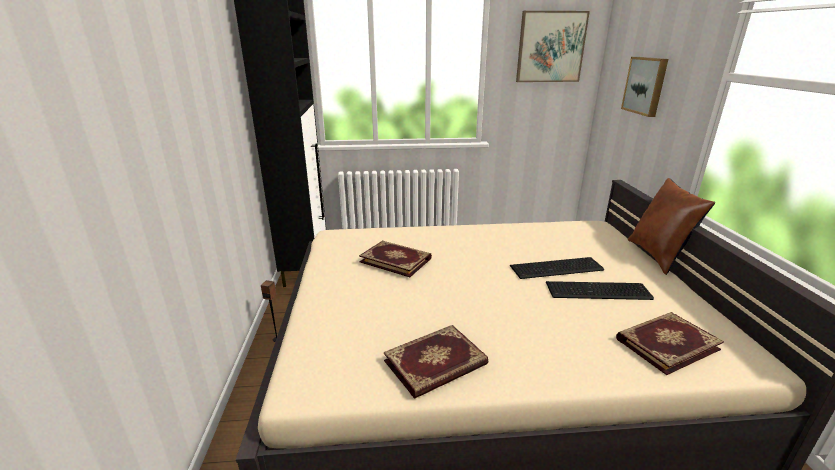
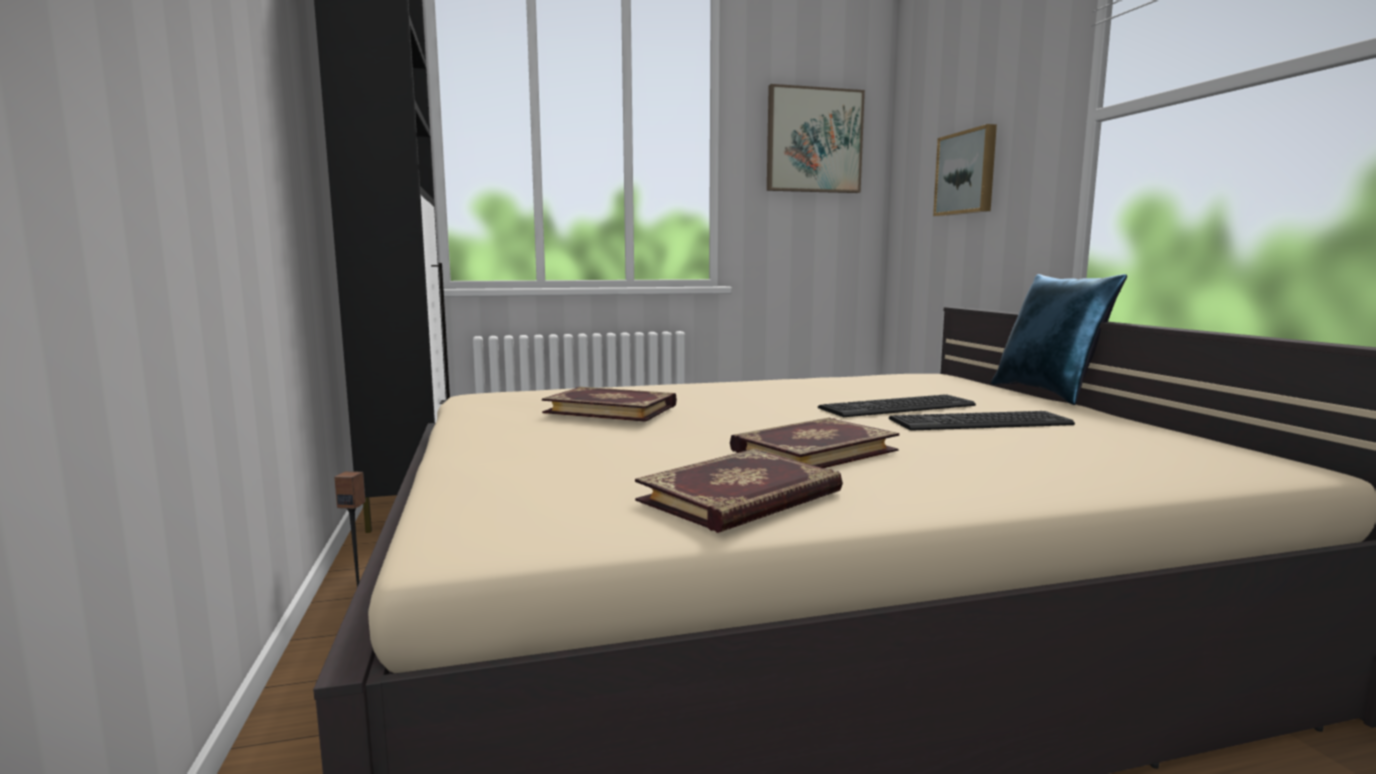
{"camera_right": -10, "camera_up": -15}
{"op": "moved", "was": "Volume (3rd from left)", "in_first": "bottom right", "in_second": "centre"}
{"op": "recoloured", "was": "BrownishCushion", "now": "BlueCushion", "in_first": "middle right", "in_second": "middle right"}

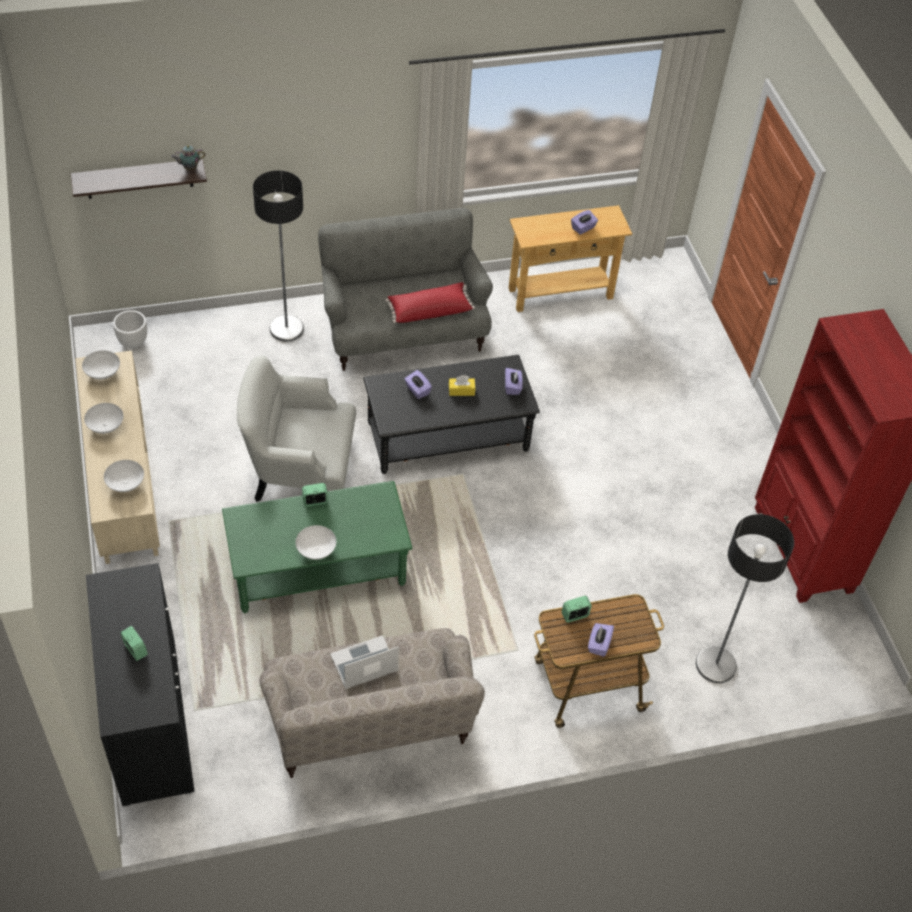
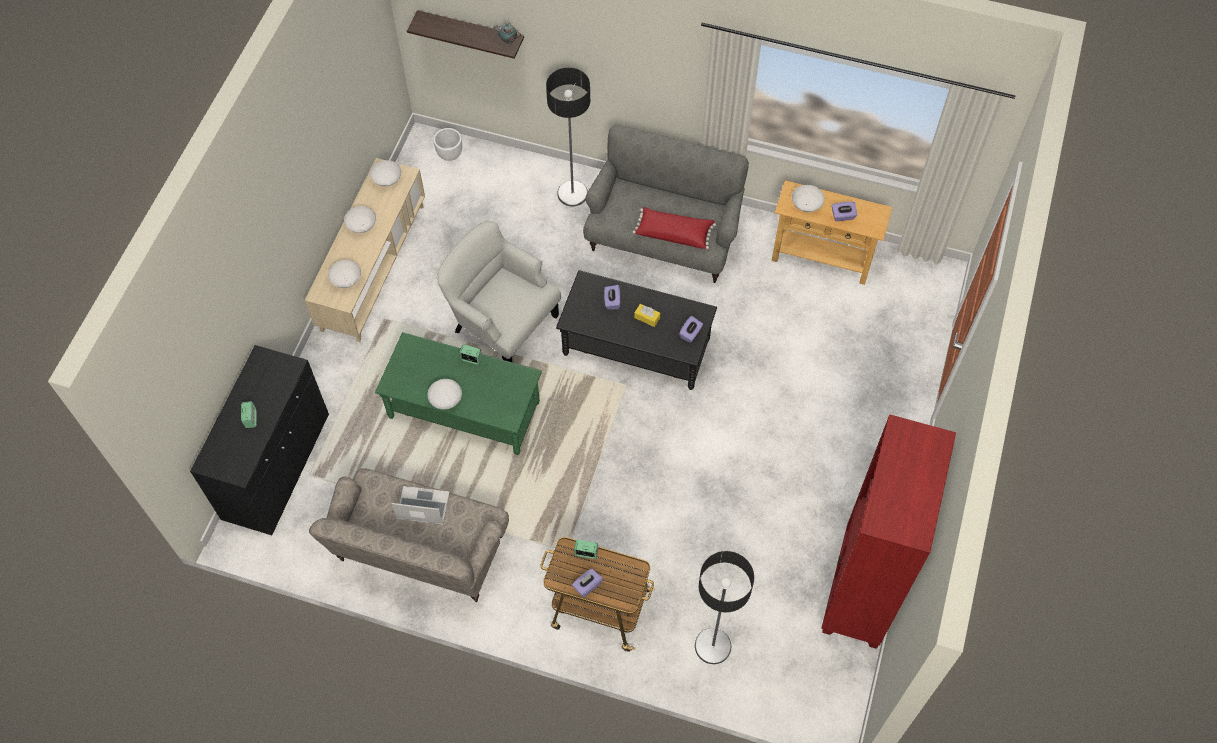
{"camera_right": 35, "camera_up": 10}
{"op": "added", "now": "WhitishBowl (5th from left)", "in_second": "top centre"}

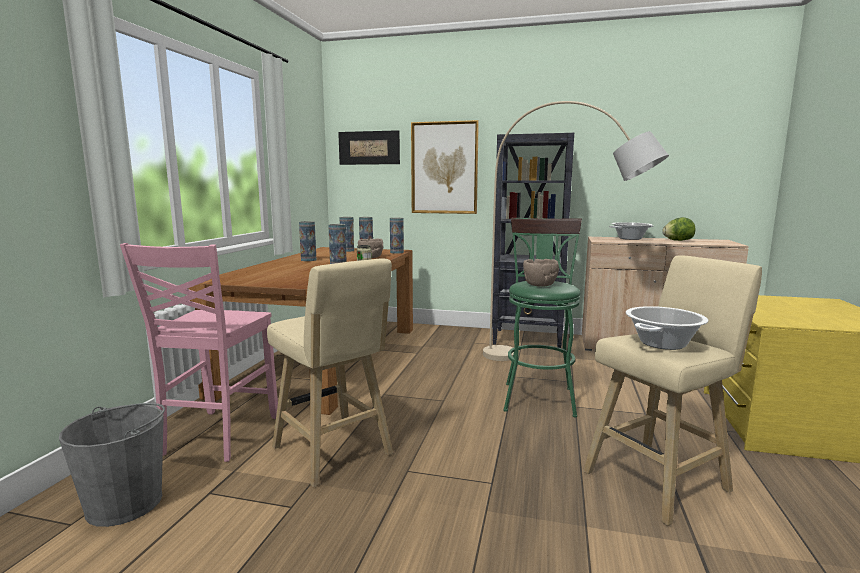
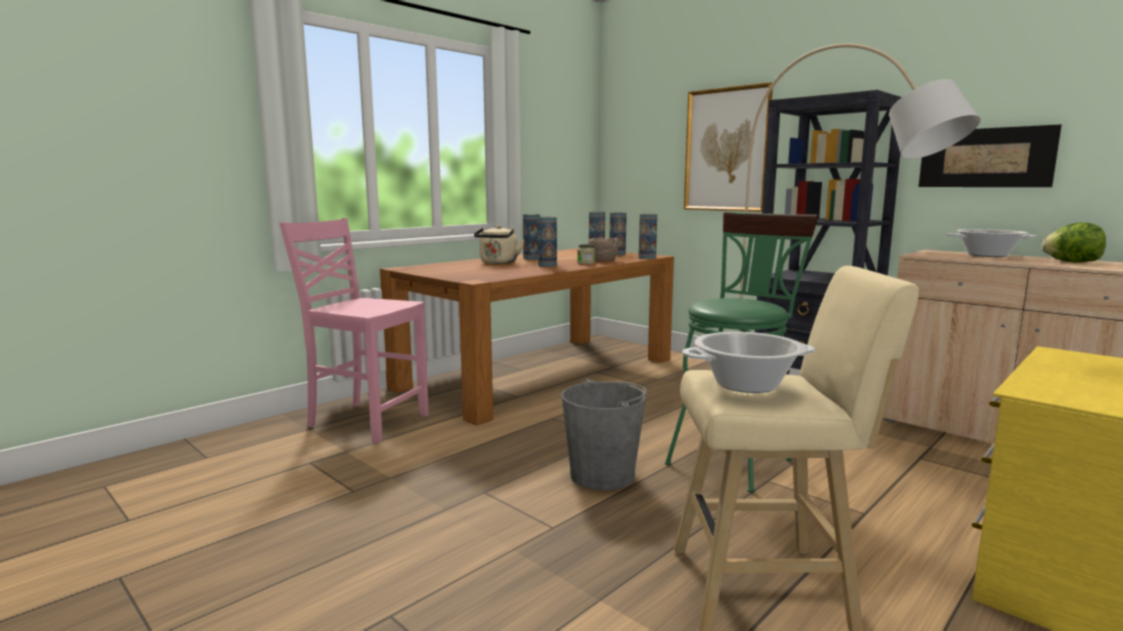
{"camera_right": 30, "camera_up": 0}
{"op": "removed", "was": "BeigeSittingStool (1st from left)", "in_first": "centre"}
{"op": "removed", "was": "BrownishBowl (2nd from left)", "in_first": "centre"}
{"op": "added", "now": "BeigeKettle", "in_second": "centre"}
{"op": "moved", "was": "GrayBucket", "in_first": "bottom left", "in_second": "bottom centre"}
{"op": "moved", "was": "WallPicture (1st from left in the first image)", "now": "WallPicture (2nd from left)", "in_first": "top centre", "in_second": "top right"}
{"op": "turned", "was": "PinkishChair", "in_first": "middle left", "in_second": "middle left", "clockwise": 75}

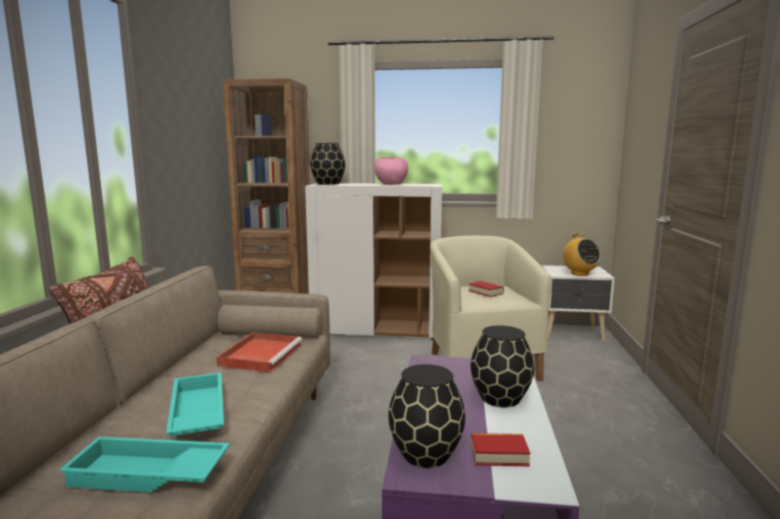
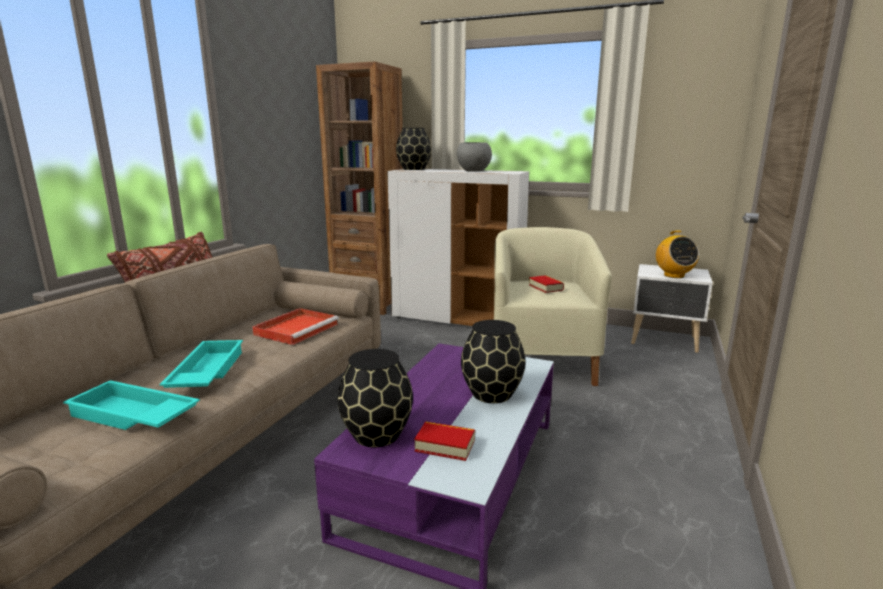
{"camera_right": 15, "camera_up": 5}
{"op": "recoloured", "was": "PinkishBowl", "now": "GrayBowl", "in_first": "top centre", "in_second": "top centre"}

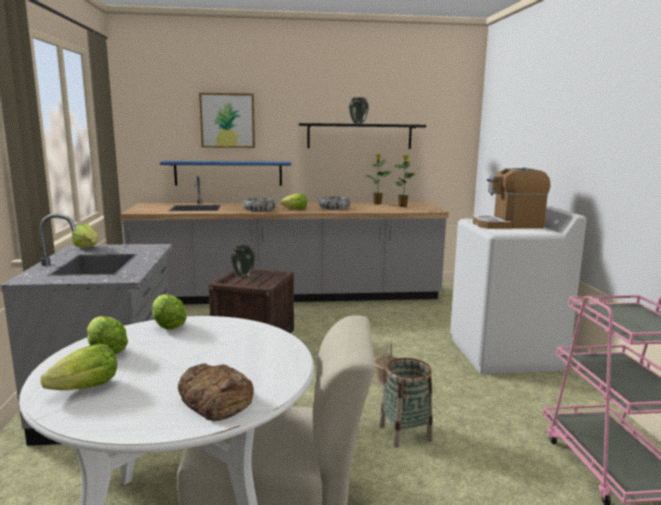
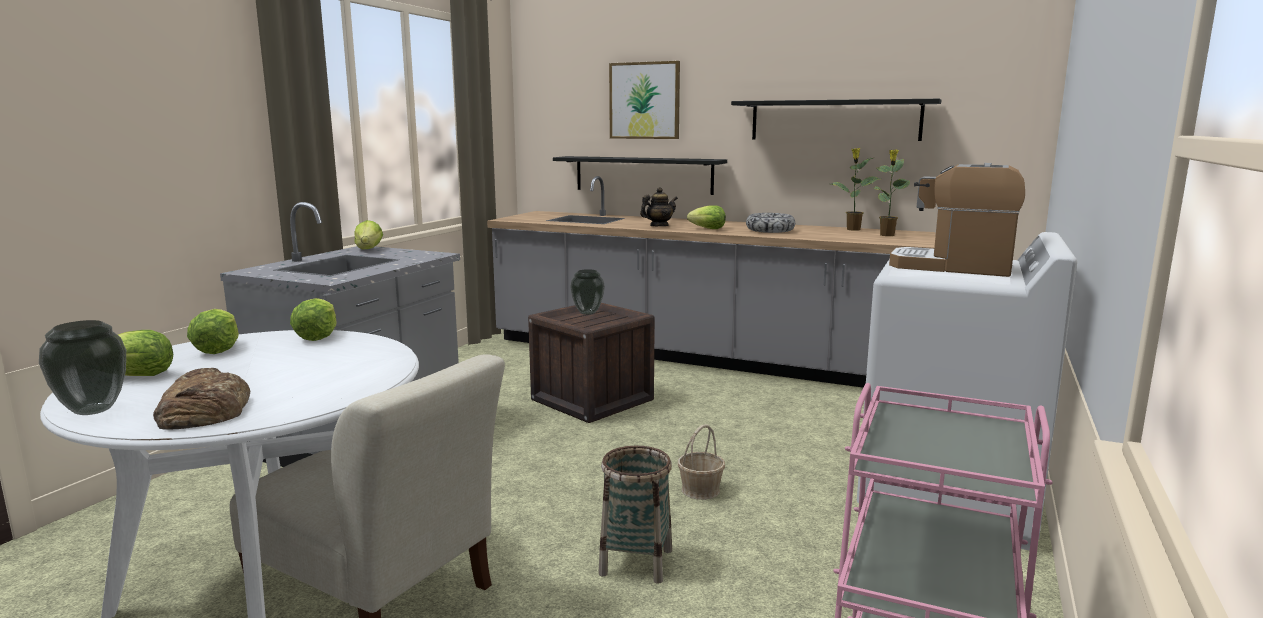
{"camera_right": 30, "camera_up": 0}
{"op": "moved", "was": "FlowerVase (2nd from left in the first image)", "now": "FlowerVase (1st from left)", "in_first": "top centre", "in_second": "middle left"}
{"op": "replaced", "was": "Bowl (1st from left)", "now": "PotForTea", "in_first": "centre", "in_second": "centre"}
{"op": "recoloured", "was": "BlueShelf", "now": "BlackishShelf (1st from left)", "in_first": "centre", "in_second": "top centre"}

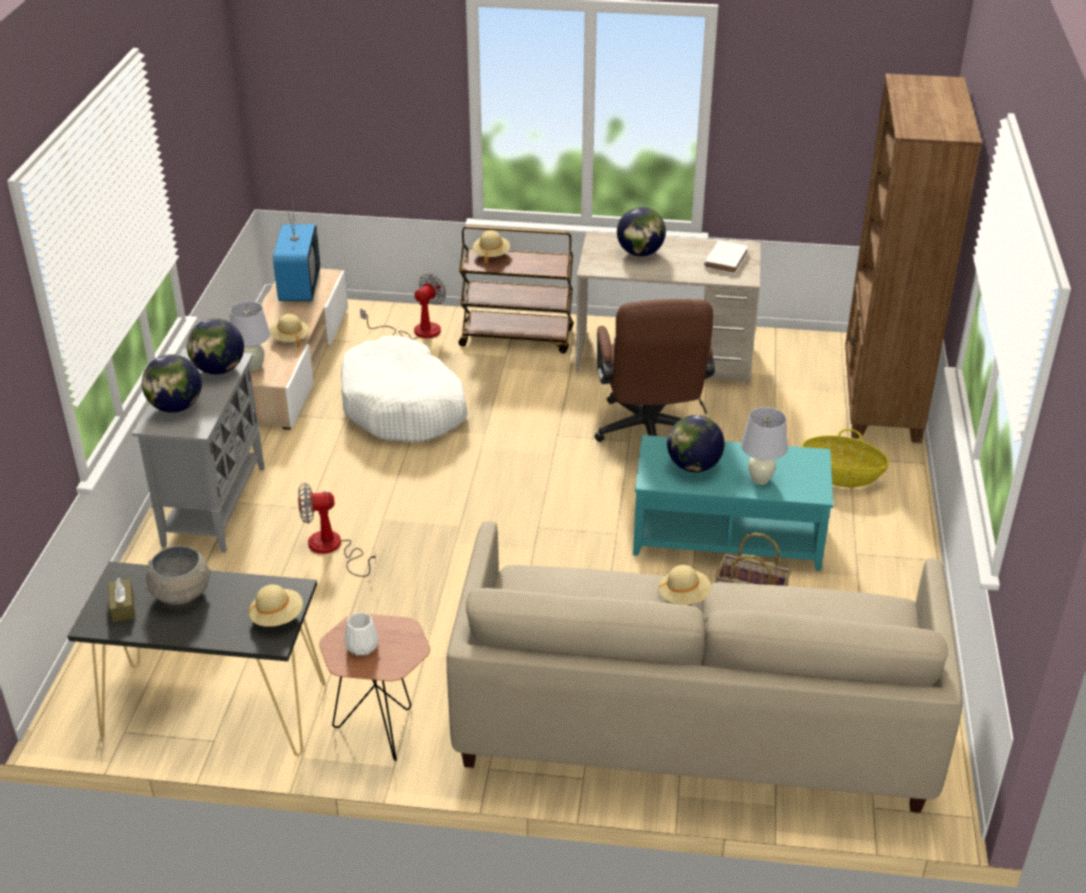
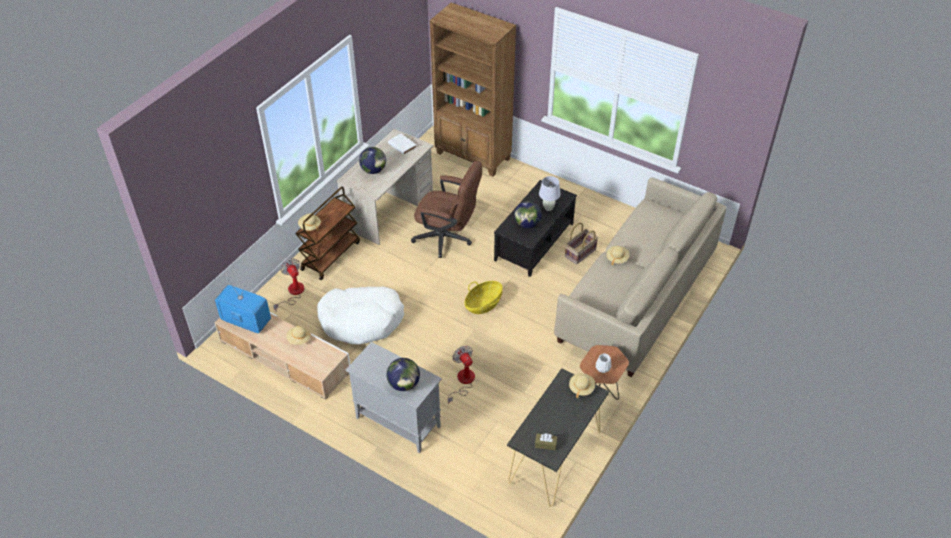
{"camera_right": -65, "camera_up": 10}
{"op": "removed", "was": "GrayBowl", "in_first": "middle left"}
{"op": "removed", "was": "WorldGlobe (2nd from left)", "in_first": "middle left"}
{"op": "removed", "was": "WhitishTableLamp (1st from left)", "in_first": "middle left"}
{"op": "moved", "was": "HouseholdBasket (2nd from left in the first image)", "now": "HouseholdBasket (1st from left)", "in_first": "middle right", "in_second": "centre"}
{"op": "recoloured", "was": "TurquoiseCoffeeTable", "now": "BlackishCoffeeTable", "in_first": "middle right", "in_second": "centre"}
{"op": "turned", "was": "CoolingFan (1st from left in the first image)", "in_first": "middle left", "in_second": "bottom centre", "clockwise": 135}

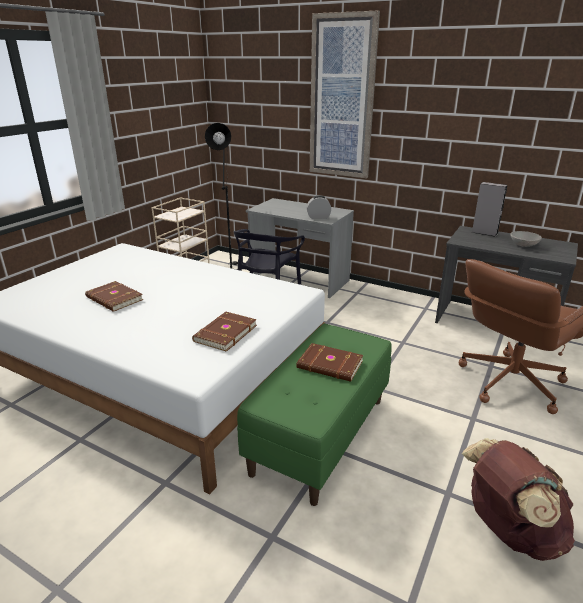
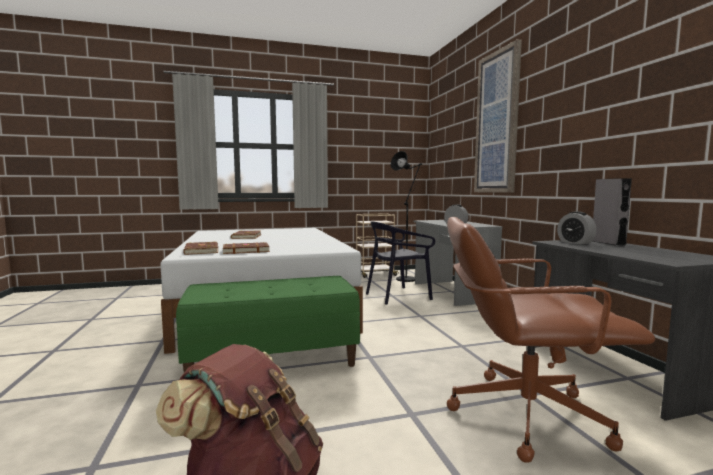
{"camera_right": 45, "camera_up": -20}
{"op": "removed", "was": "GrayBowl", "in_first": "middle right"}
{"op": "added", "now": "TableClock (2nd from left)", "in_second": "middle right"}
{"op": "moved", "was": "BrownishVolume (3rd from left in the first image)", "now": "BrownishVolume (1st from left)", "in_first": "centre", "in_second": "middle left"}

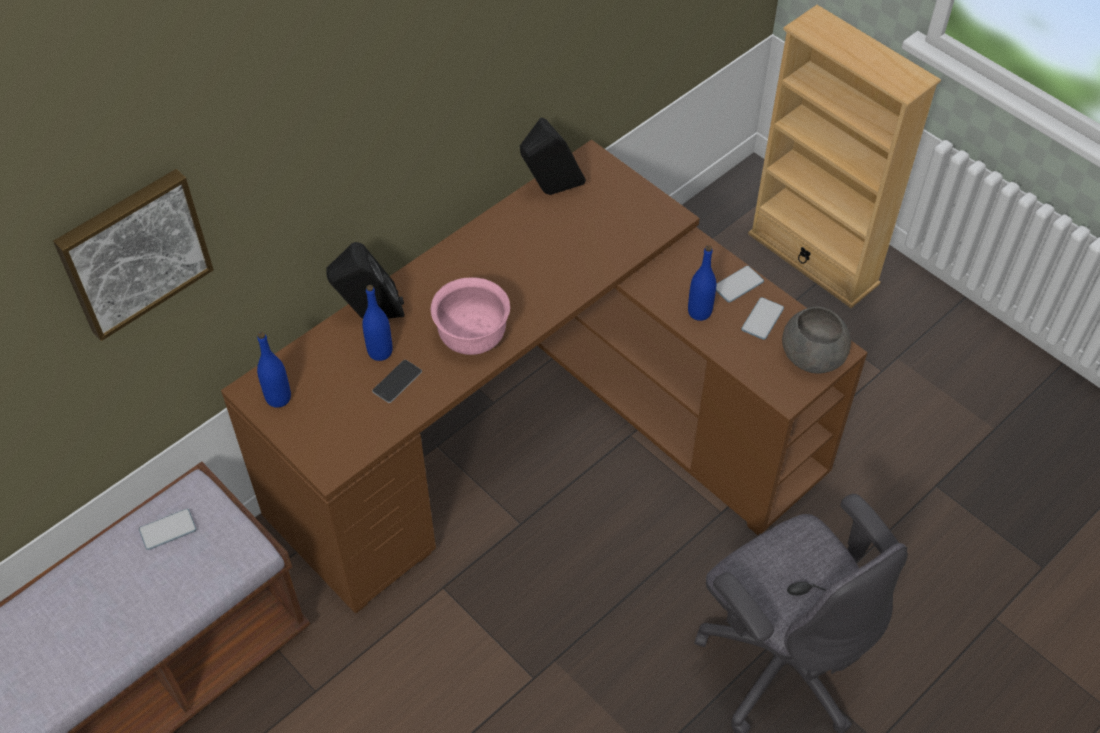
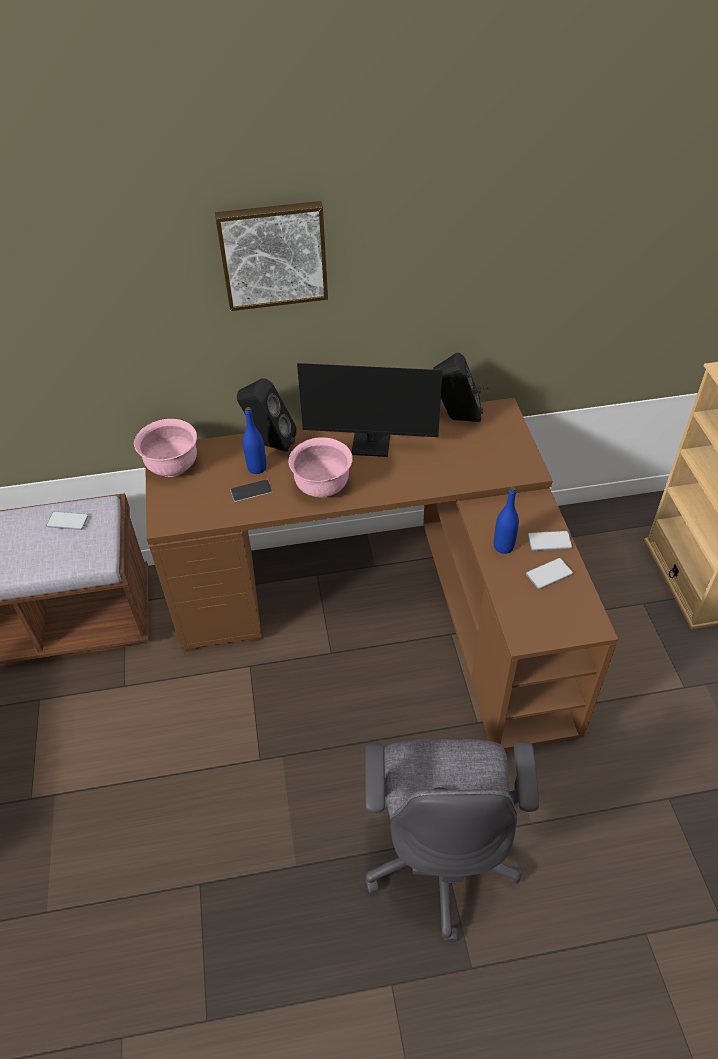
{"camera_right": 35, "camera_up": -5}
{"op": "removed", "was": "GrayBowl", "in_first": "middle right"}
{"op": "added", "now": "Monitor", "in_second": "centre"}
{"op": "moved", "was": "WallPicture", "in_first": "middle left", "in_second": "top centre"}
{"op": "replaced", "was": "BlueBeverageBottle (1st from left)", "now": "PinkishBowl (1st from left)", "in_first": "middle left", "in_second": "middle left"}

